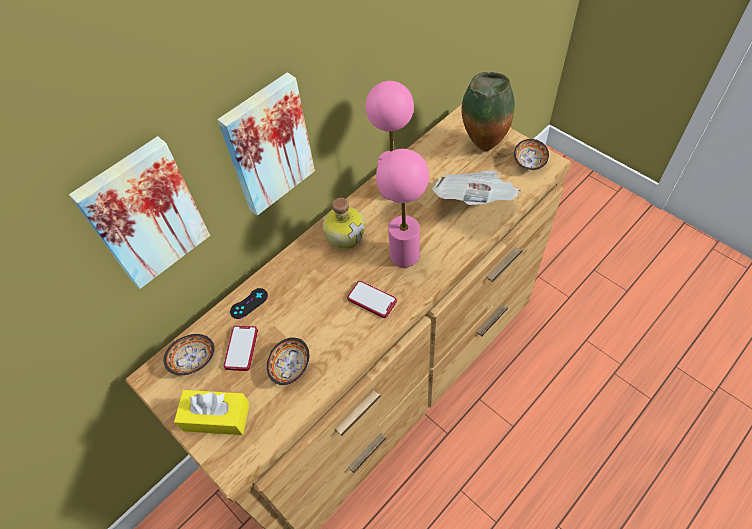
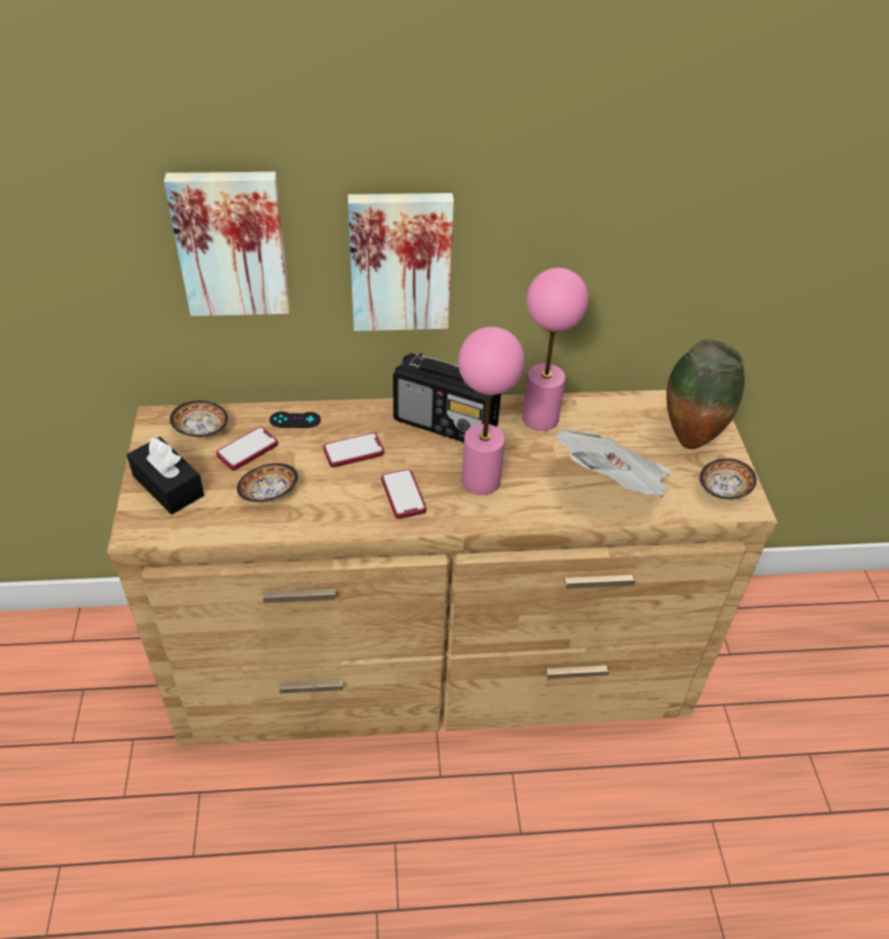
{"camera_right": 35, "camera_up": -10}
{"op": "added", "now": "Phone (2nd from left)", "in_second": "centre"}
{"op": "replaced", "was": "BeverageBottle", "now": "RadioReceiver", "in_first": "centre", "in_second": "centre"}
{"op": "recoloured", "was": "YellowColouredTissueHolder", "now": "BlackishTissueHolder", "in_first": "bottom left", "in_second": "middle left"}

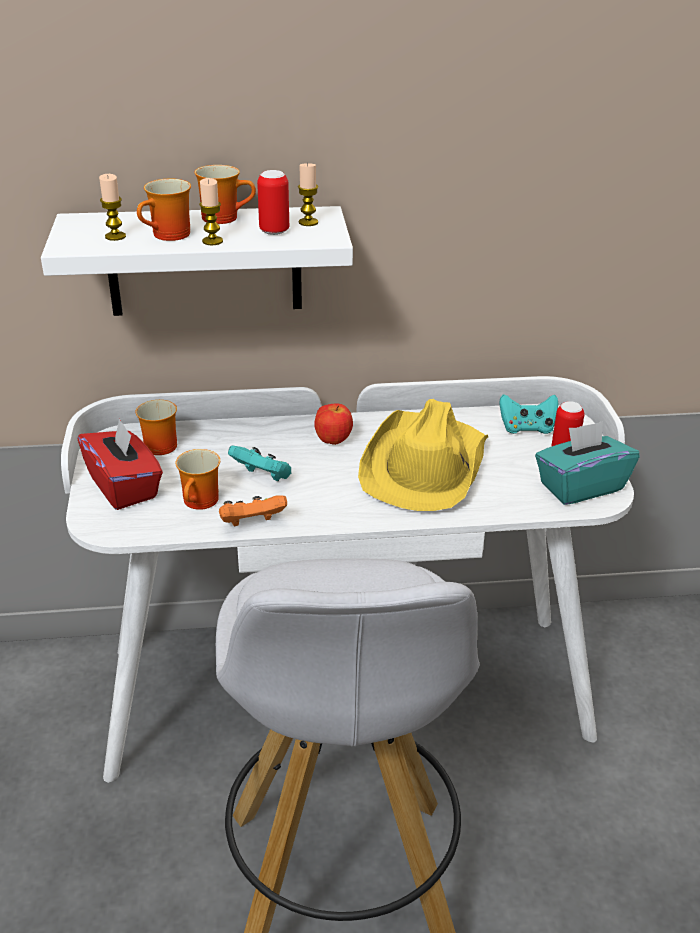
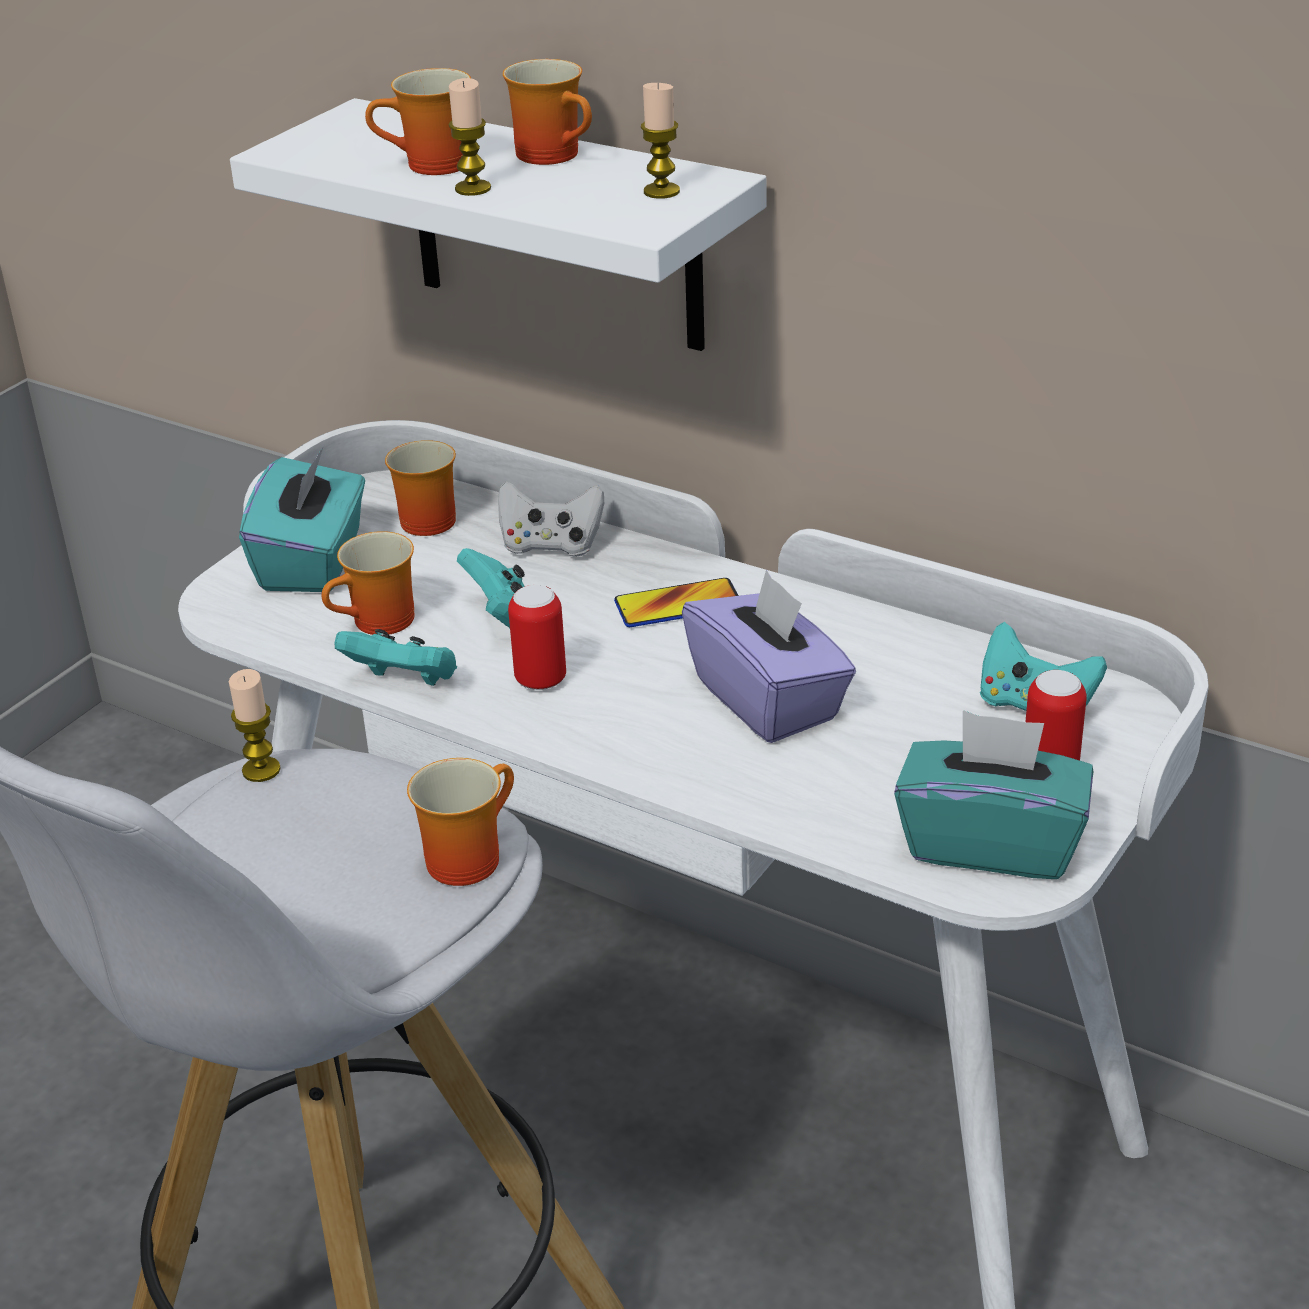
{"camera_right": 40, "camera_up": 0}
{"op": "added", "now": "CoffeeMug (4th from left)", "in_second": "centre"}
{"op": "added", "now": "WhitishGameController", "in_second": "centre"}
{"op": "moved", "was": "Candle (1st from left)", "in_first": "top left", "in_second": "middle left"}
{"op": "moved", "was": "SealedCan (1st from left)", "in_first": "top centre", "in_second": "centre"}
{"op": "replaced", "was": "WholeApple", "now": "Phone", "in_first": "centre", "in_second": "centre"}
{"op": "replaced", "was": "YellowColouredWearableHat", "now": "PurpleColouredTissueHolder", "in_first": "centre", "in_second": "centre"}
{"op": "recoloured", "was": "ReddishTissueHolder", "now": "TurquoiseTissueHolder (1st from left)", "in_first": "middle left", "in_second": "middle left"}
{"op": "recoloured", "was": "OrangeColouredGameController", "now": "TurquoiseGameController (1st from left)", "in_first": "centre", "in_second": "middle left"}

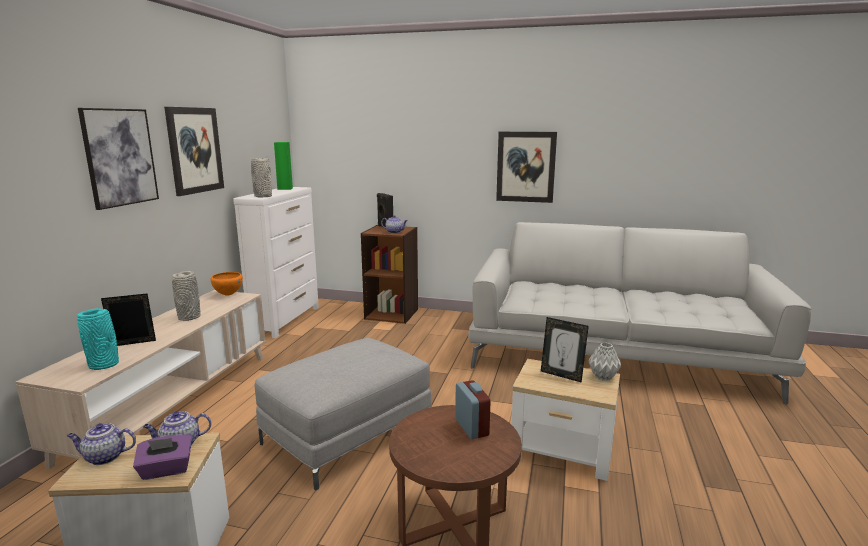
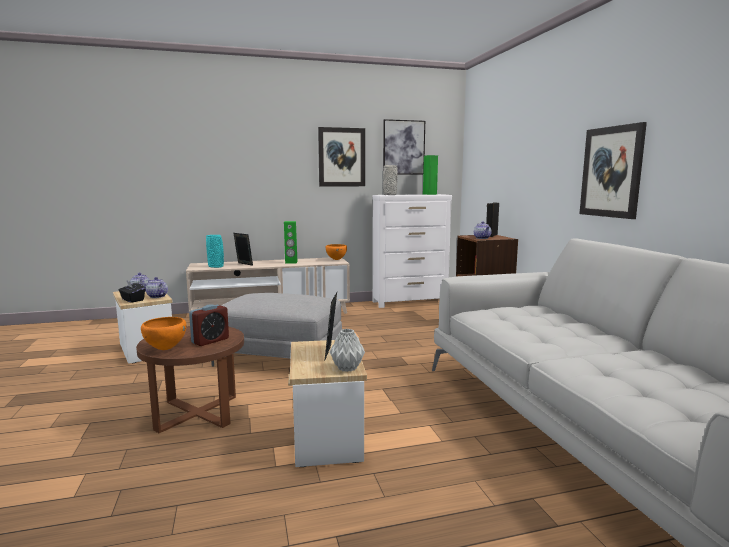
{"camera_right": 60, "camera_up": -5}
{"op": "added", "now": "OrangeColouredBowl (1st from left)", "in_second": "middle left"}
{"op": "moved", "was": "WallPicture (1st from left in the first image)", "now": "WallPicture (2nd from left)", "in_first": "top left", "in_second": "top centre"}
{"op": "replaced", "was": "GrayFlowerVase (1st from left)", "now": "GreenishLoudspeaker (1st from left)", "in_first": "middle left", "in_second": "centre"}
{"op": "recoloured", "was": "PurpleColouredTissueHolder", "now": "BlackishTissueHolder", "in_first": "bottom left", "in_second": "middle left"}

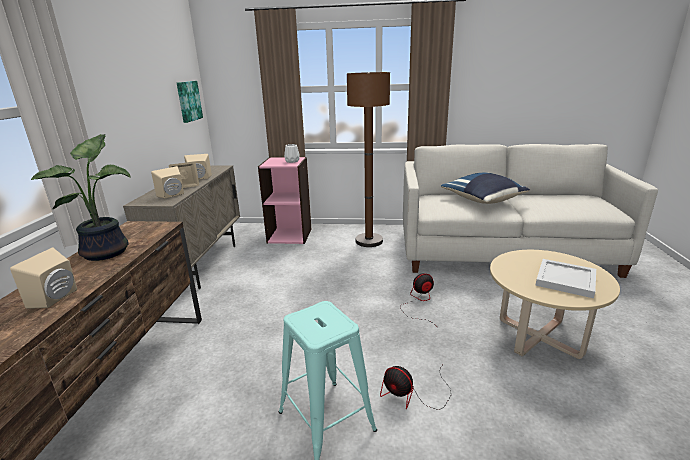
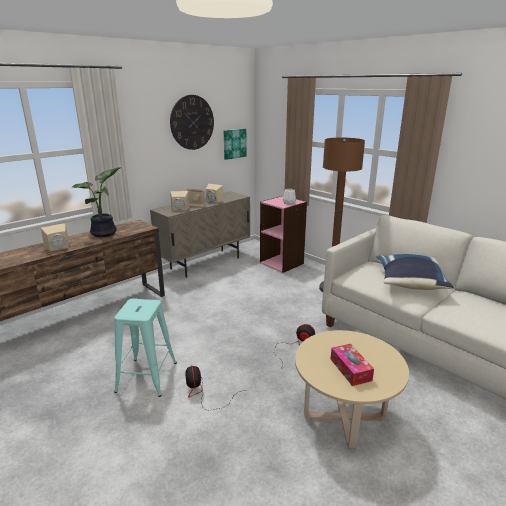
{"camera_right": 40, "camera_up": 0}
{"op": "added", "now": "HangingClock", "in_second": "top centre"}
{"op": "replaced", "was": "WhitishServingTray", "now": "TissueHolder", "in_first": "middle right", "in_second": "bottom right"}

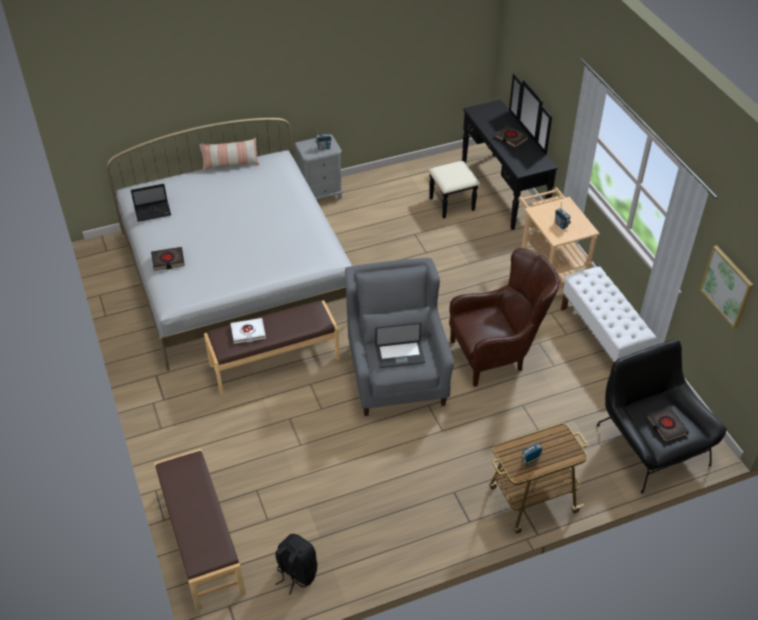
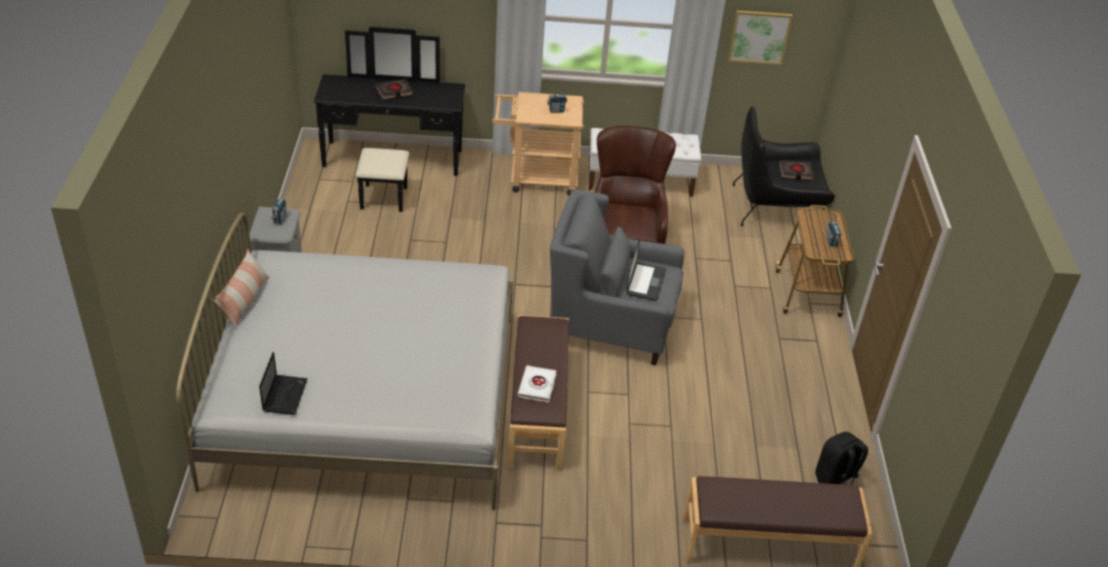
{"camera_right": -70, "camera_up": -5}
{"op": "removed", "was": "BlackishVolume (1st from left)", "in_first": "middle left"}

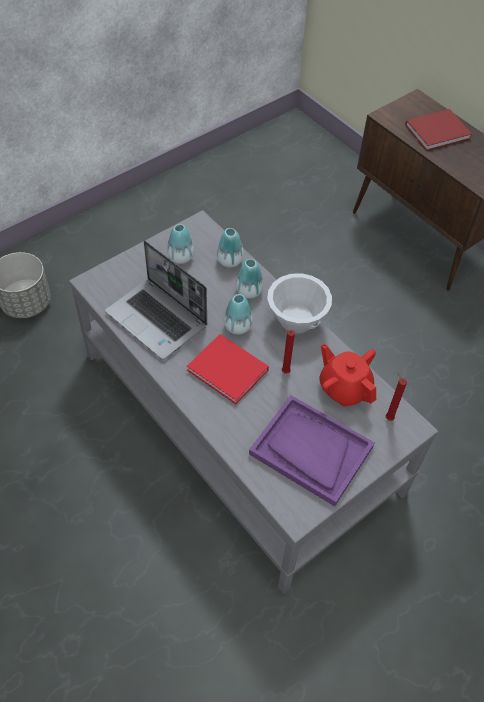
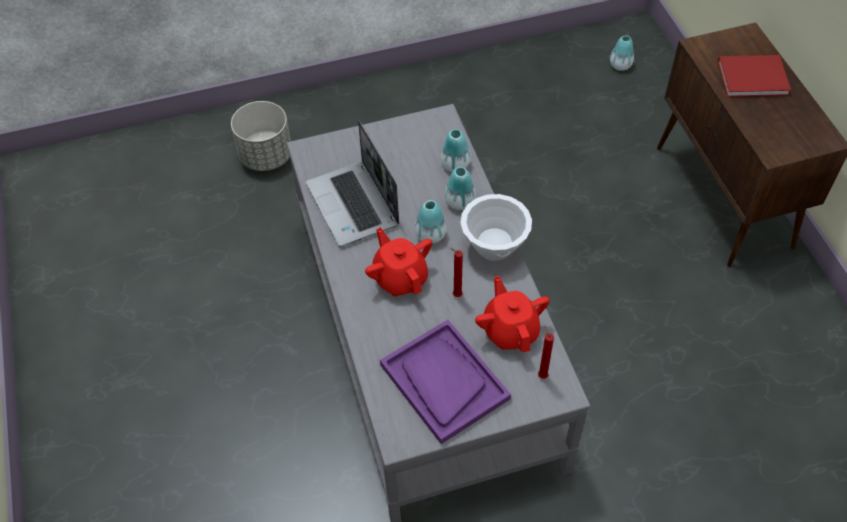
{"camera_right": 25, "camera_up": 0}
{"op": "moved", "was": "FlowerVase (1st from left in the first image)", "now": "FlowerVase (4th from left)", "in_first": "centre", "in_second": "top right"}
{"op": "replaced", "was": "ReddishVolume (1st from left)", "now": "ReddishPotForTea (1st from left)", "in_first": "centre", "in_second": "centre"}

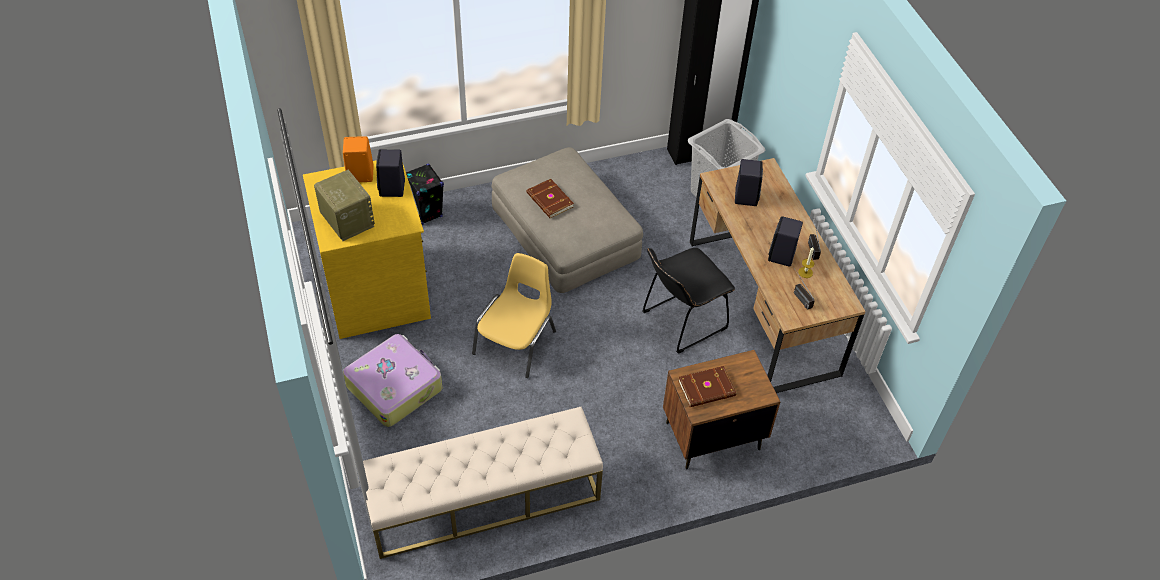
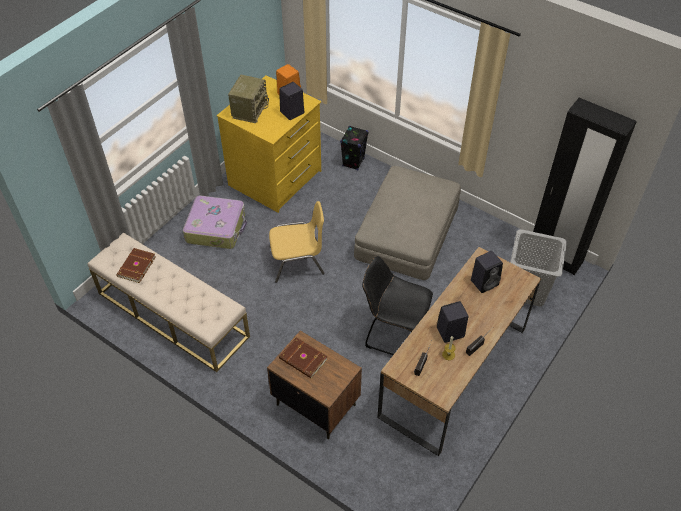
{"camera_right": 55, "camera_up": 0}
{"op": "moved", "was": "BrownishVolume (1st from left)", "in_first": "centre", "in_second": "middle left"}

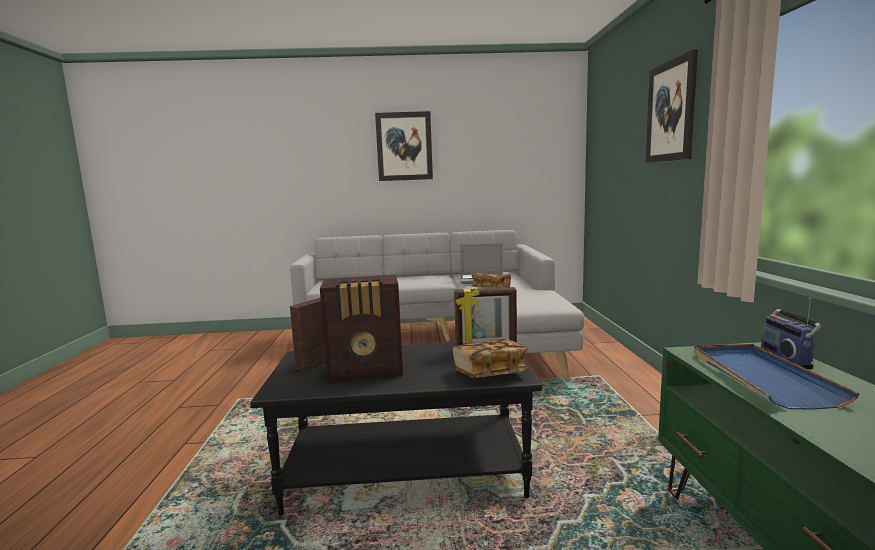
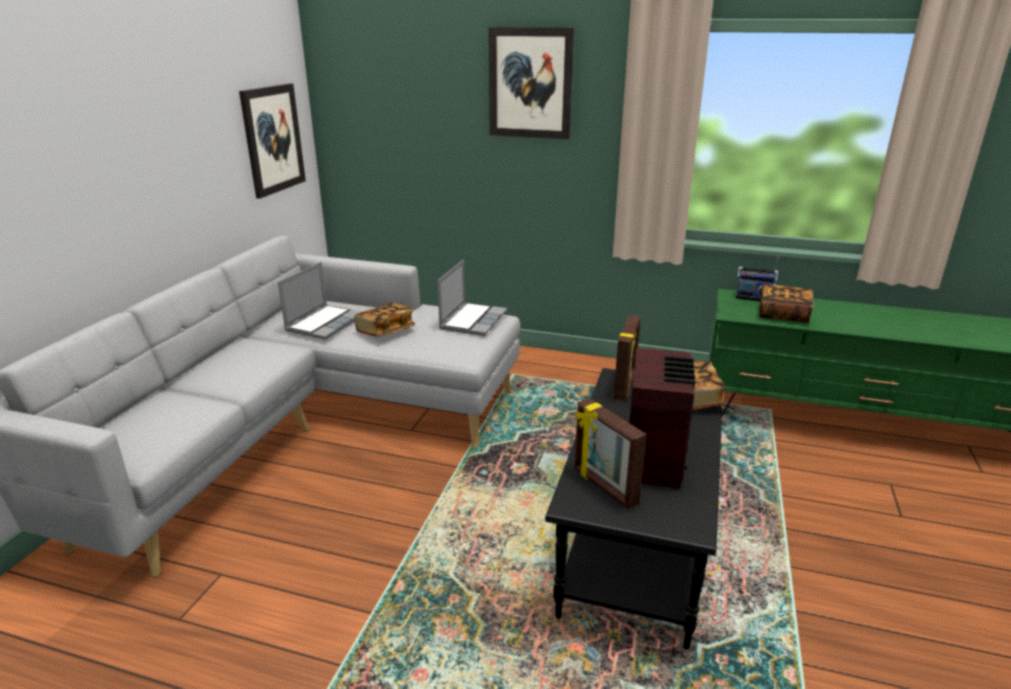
{"camera_right": -70, "camera_up": 15}
{"op": "added", "now": "NotebookComputer (2nd from left)", "in_second": "centre"}
{"op": "moved", "was": "WallPicture (1st from left)", "in_first": "top centre", "in_second": "top left"}
{"op": "replaced", "was": "BlueServingTray", "now": "Volume (3rd from left)", "in_first": "bottom right", "in_second": "middle right"}

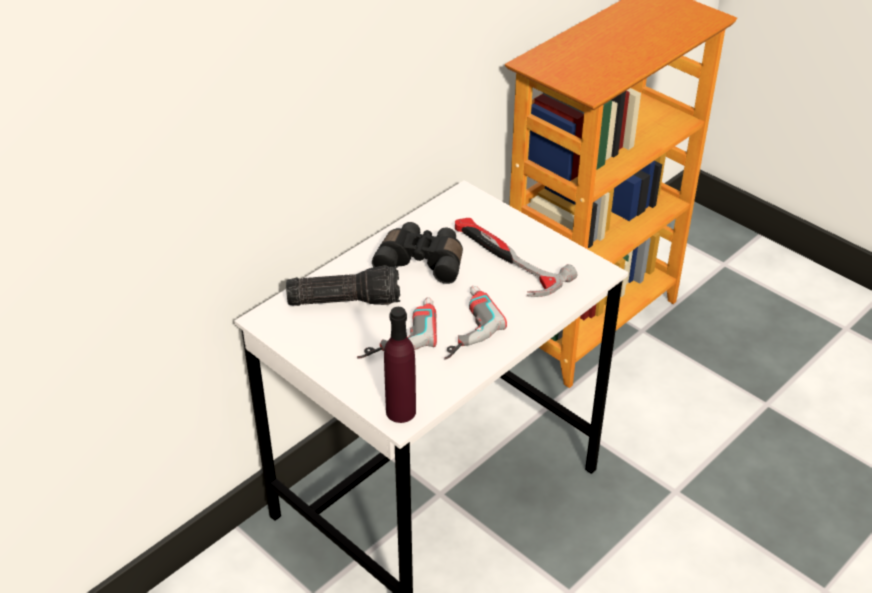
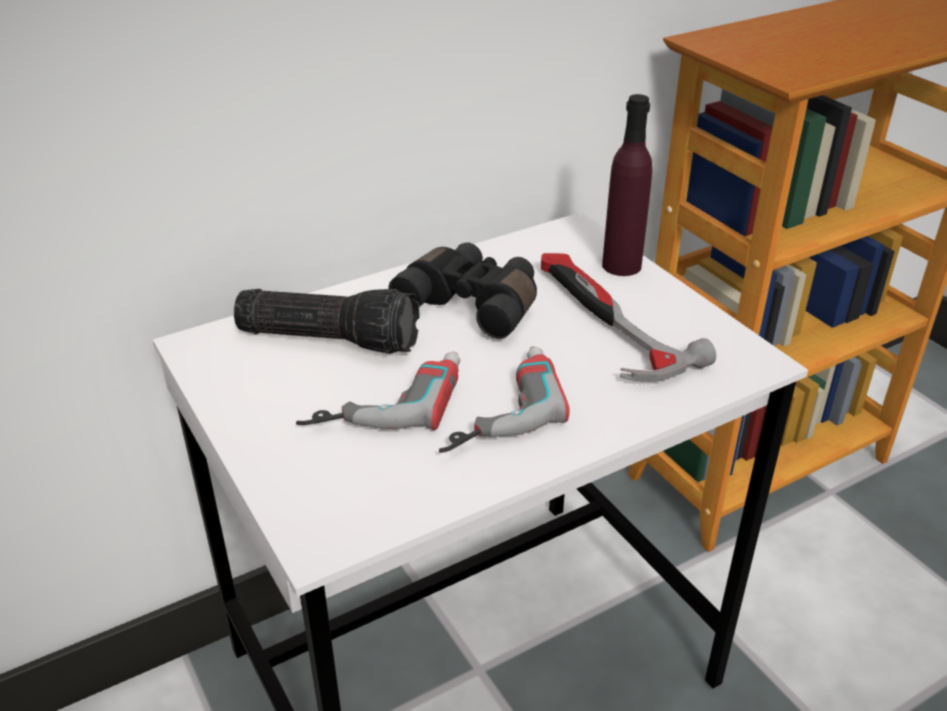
{"camera_right": 15, "camera_up": -5}
{"op": "moved", "was": "PurpleColouredBeverageBottle", "in_first": "centre", "in_second": "top centre"}

